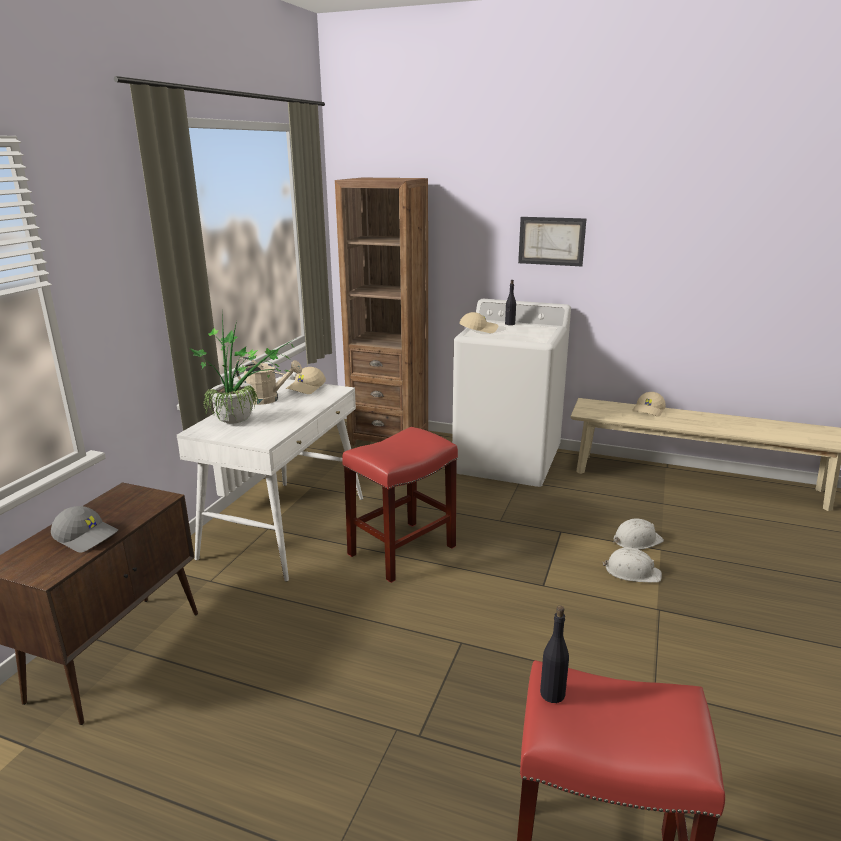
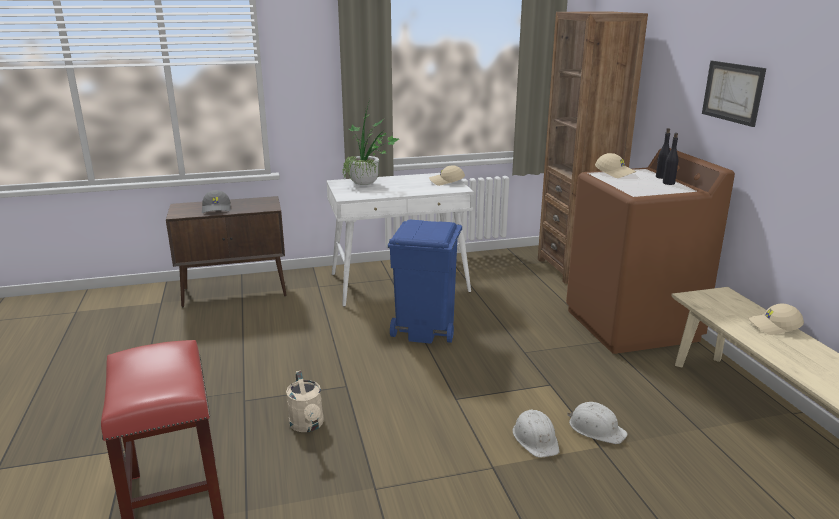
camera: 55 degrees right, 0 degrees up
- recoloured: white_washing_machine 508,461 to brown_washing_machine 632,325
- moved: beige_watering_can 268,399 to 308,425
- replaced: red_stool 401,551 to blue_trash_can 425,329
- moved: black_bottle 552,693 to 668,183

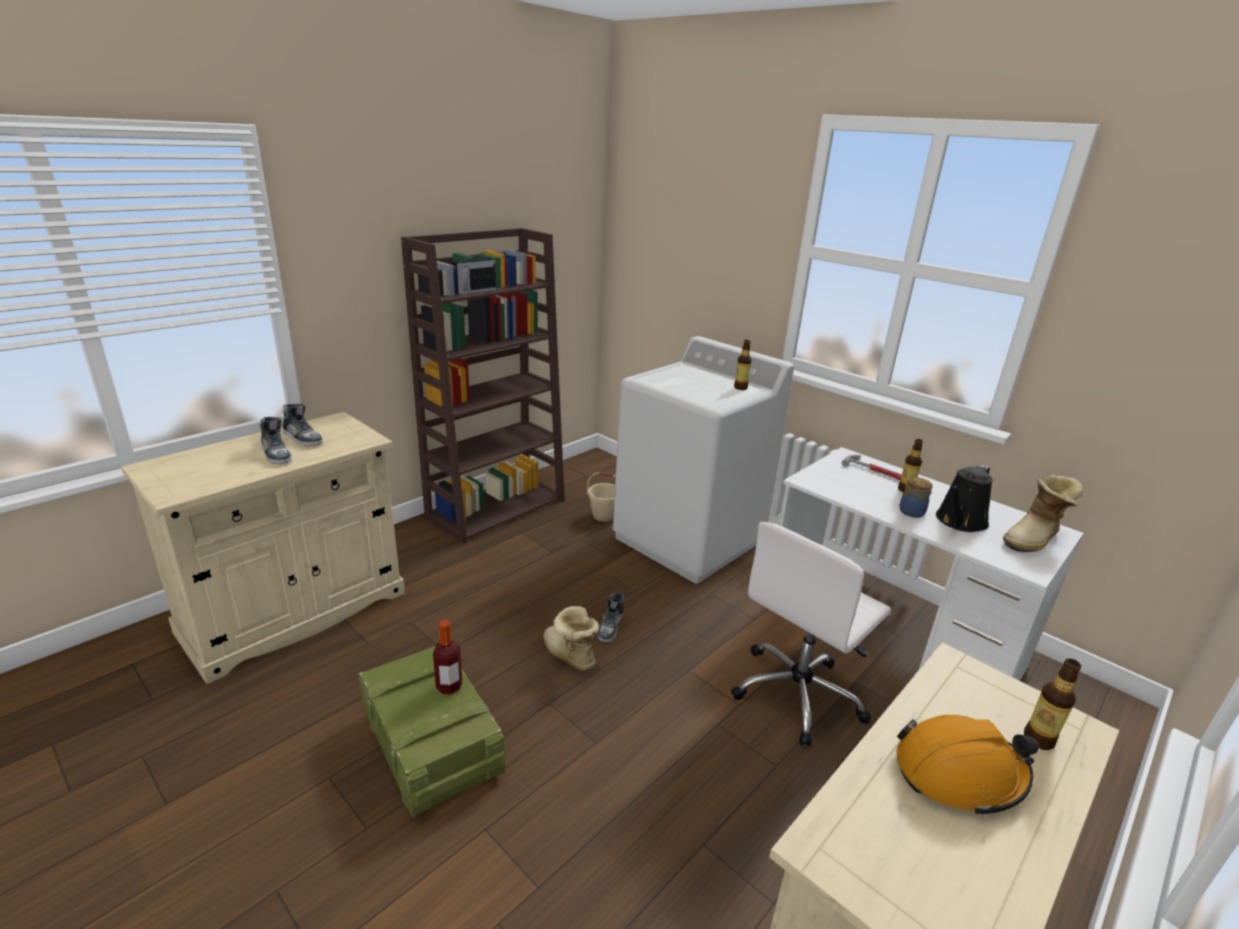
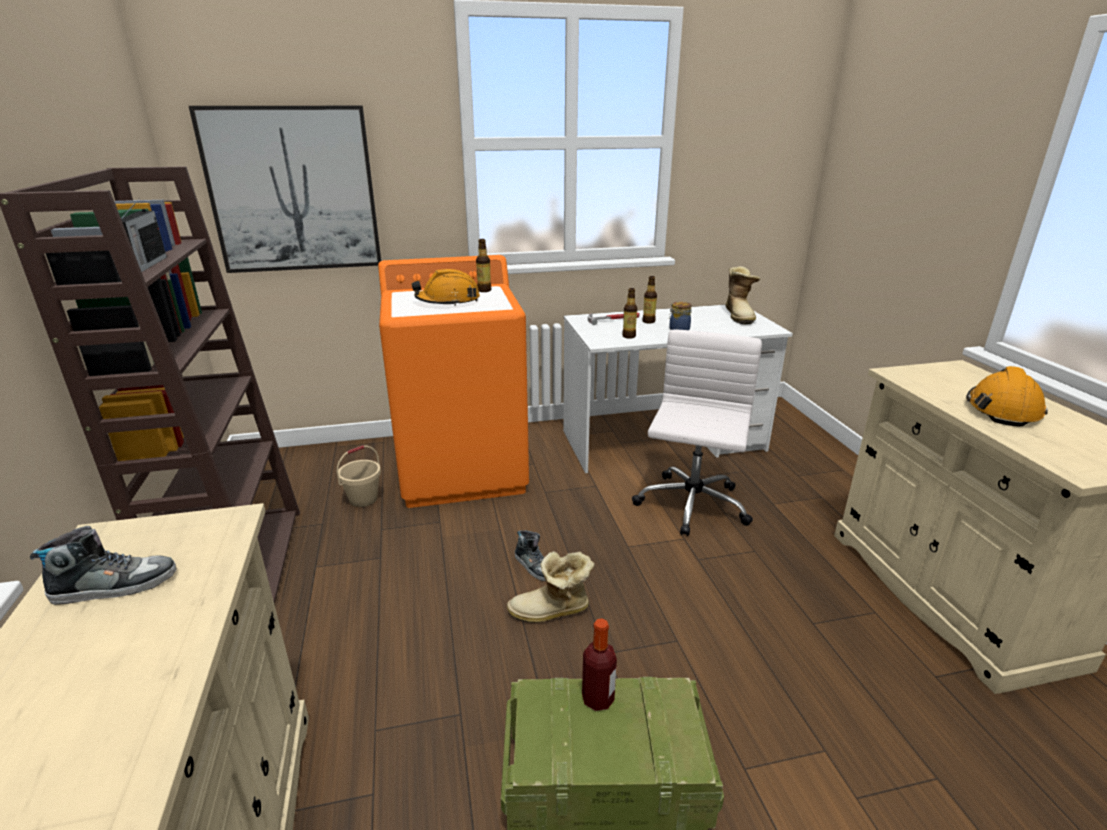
camera: 55 degrees left, 0 degrees up
- recoloured: white_washing_machine 689,540 to orange_washing_machine 462,469
- removed: shoe 276,454
- removed: black_watering_can 959,522
- turned: white_office_chair 798,693 = 691,506 150 degrees counterclockwise
- moved: bottle 1038,739 to 629,336
- added: picture 293,190
- added: orange_hard_hat 448,301

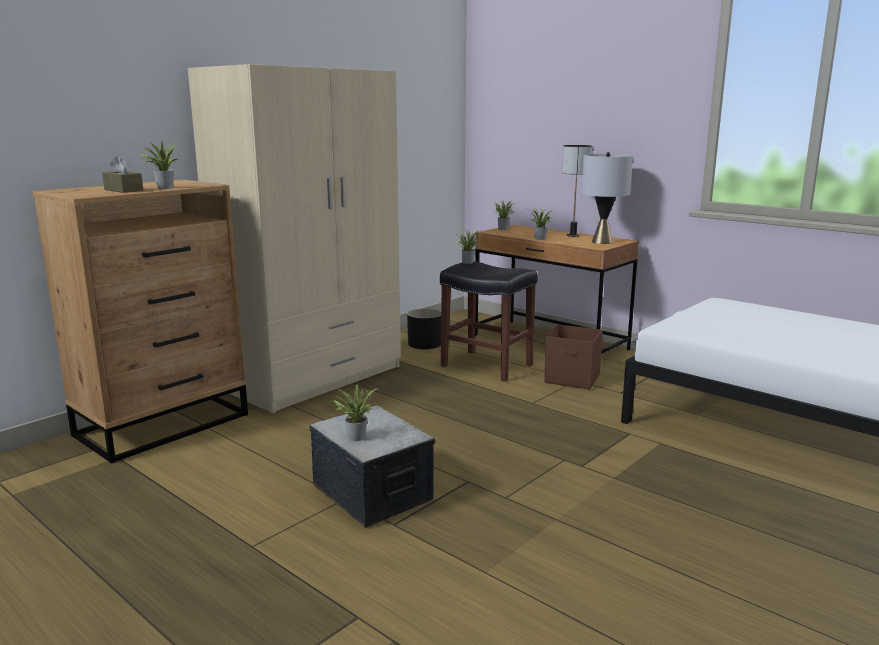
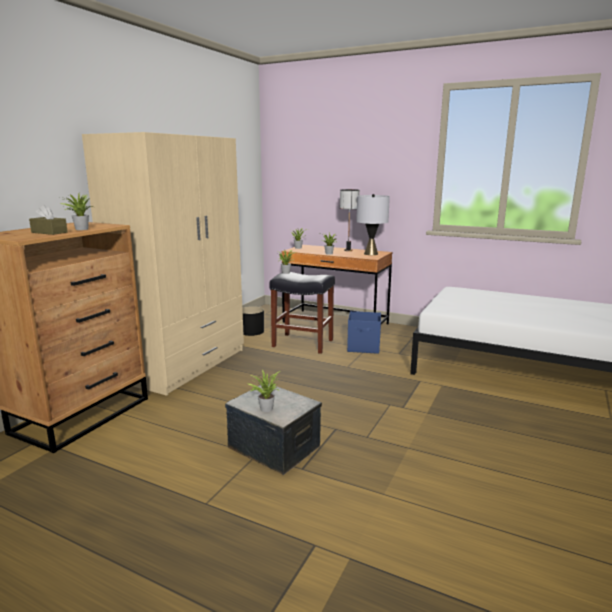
camera: 15 degrees left, 0 degrees up
- recoloured: brown_storage_box 573,379 to blue_storage_box 364,347

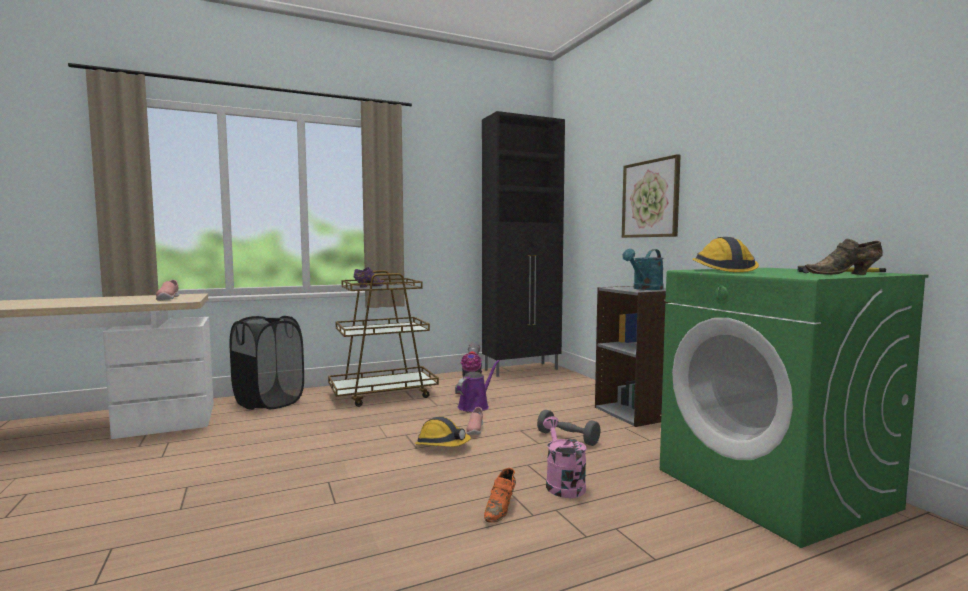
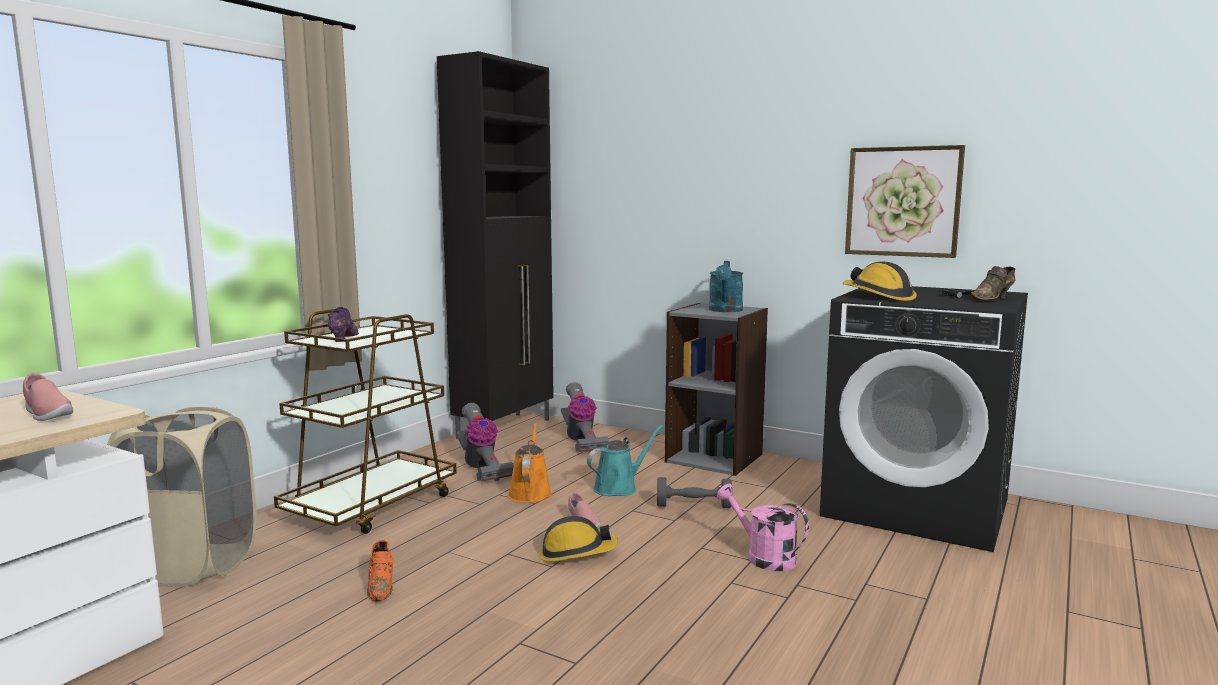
camera: 35 degrees left, 5 degrees up
- moved: picture 650,199 to 903,201
- recoloured: green_washing_machine 774,489 to black_washing_machine 917,507
- recoloured: black_laundry_basket 269,402 to beige_laundry_basket 192,565
- recoloured: purple_watering_can 475,406 to orange_watering_can 530,492
- moved: orange_shoe 501,509 to 381,586
- added: vacuum_cleaner 581,441
- added: turquoise_watering_can 619,487

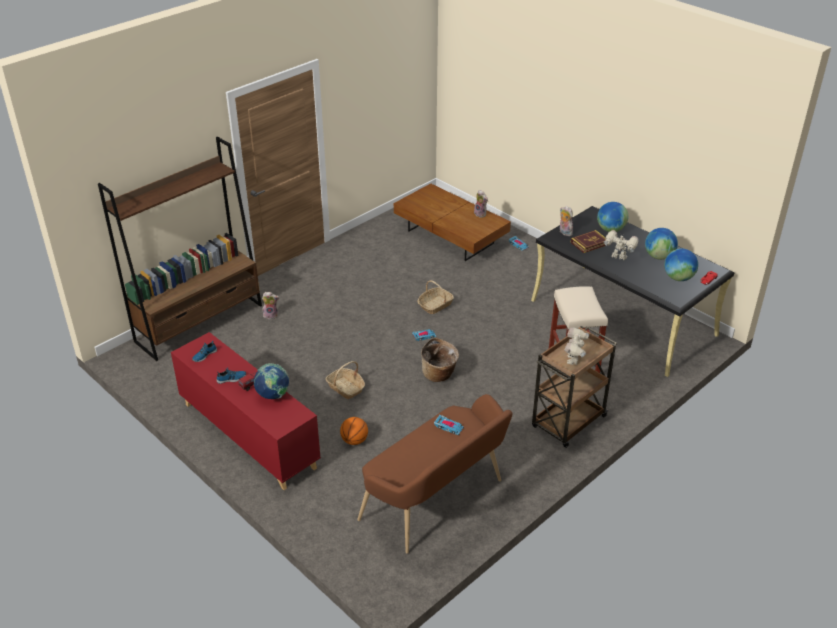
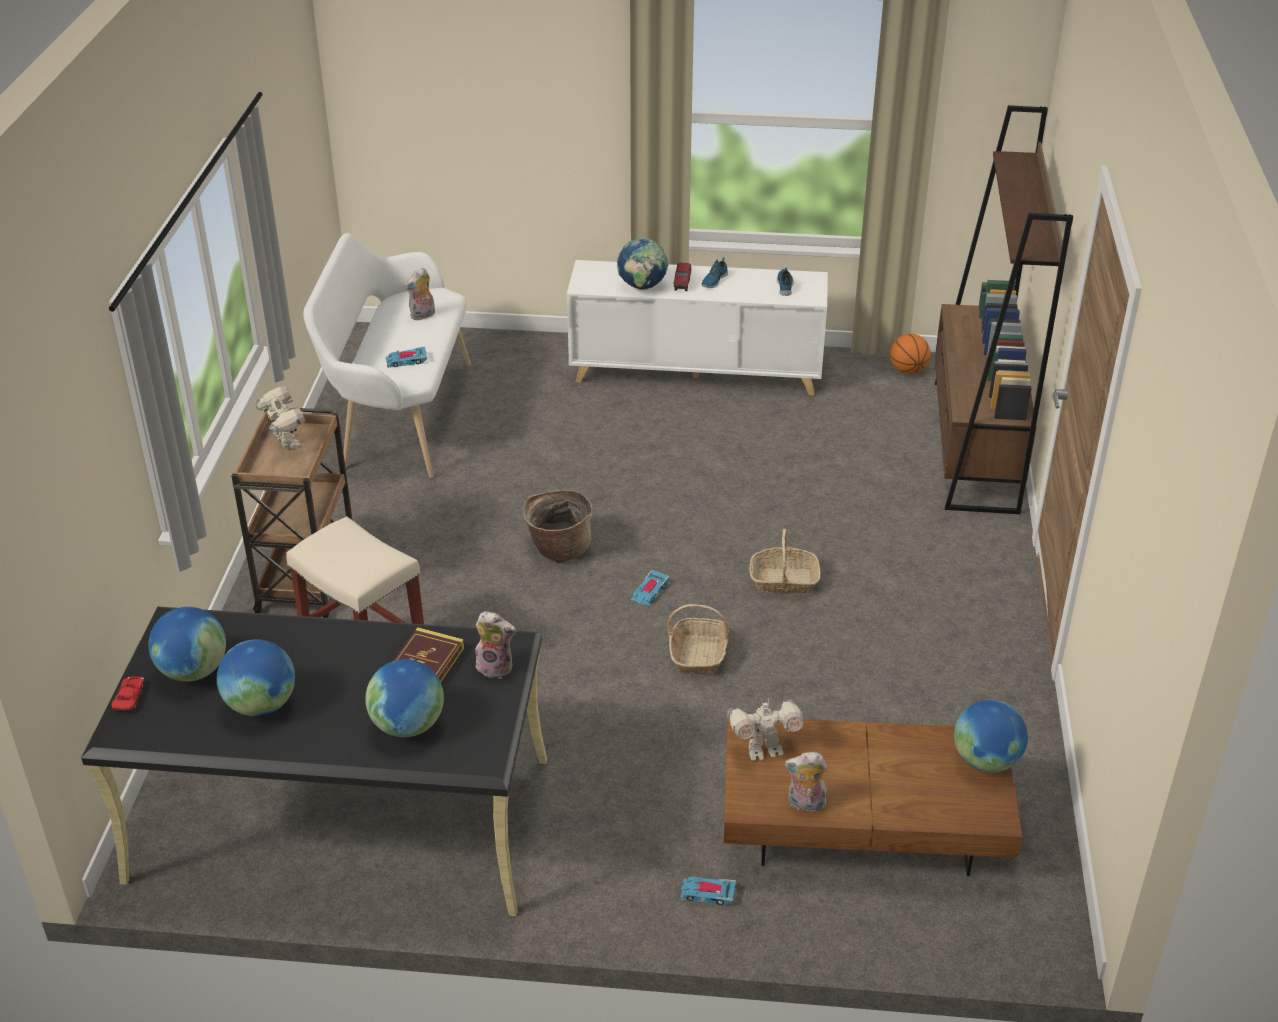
camera: 140 degrees right, 0 degrees up
- moved: toy_robot 618,258 to 763,750
- moved: plush_toy 271,315 to 423,316
- recoloured: red_cabinet 248,435 to white_cabinet 697,372
- moved: basket 345,388 to 783,581
- recoloured: brown_bench 437,502 to white_bench 399,416
- moved: basketball 354,440 to 908,370
- added: globe 985,761

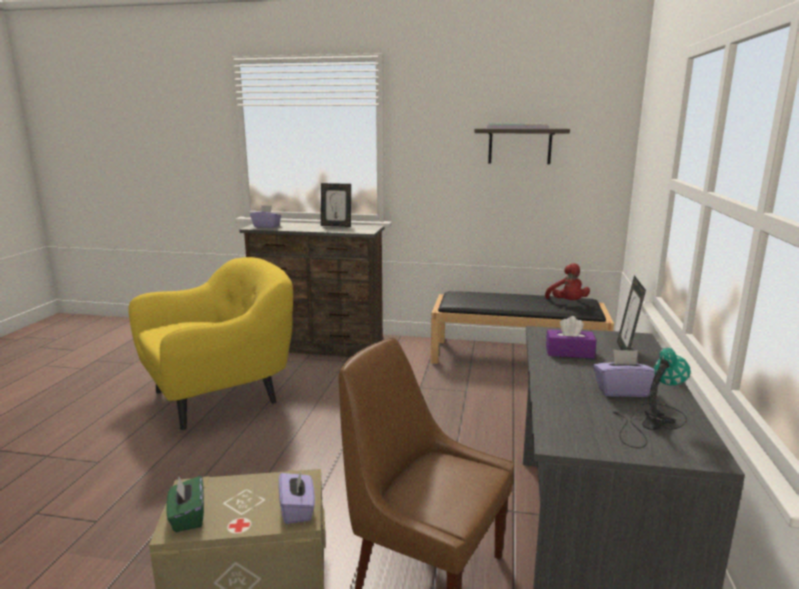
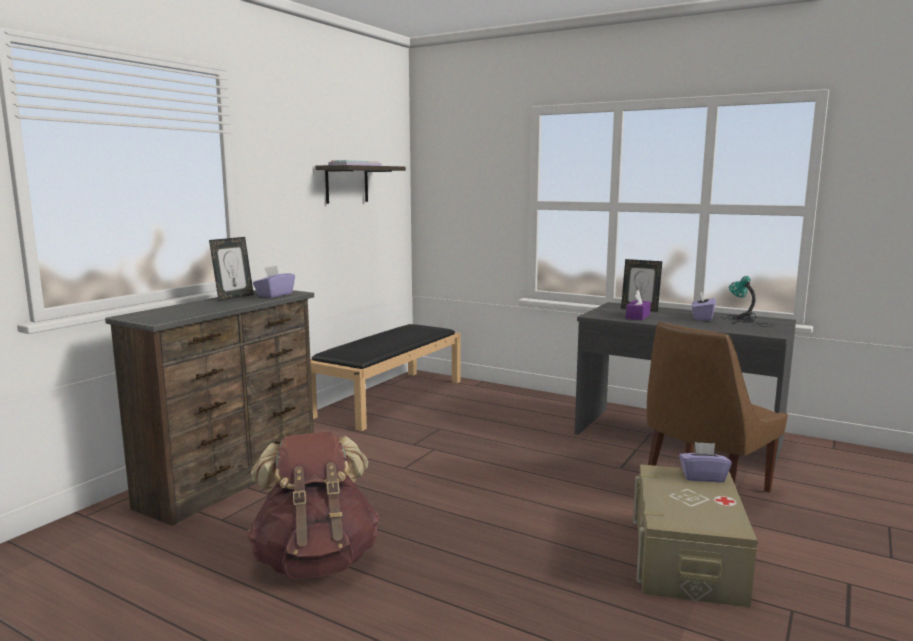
camera: 70 degrees left, 5 degrees down
- moved: purple_tissue_box 266,226 to 274,295
- replaced: yellow_armchair 220,396 to brown_backpack 316,560
- removed: red_plush_toy 567,303
- removed: green_tissue_box 187,517

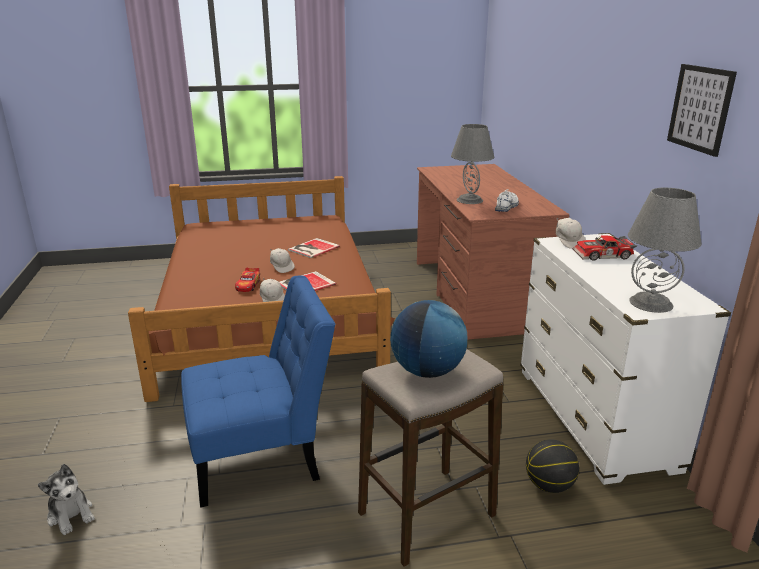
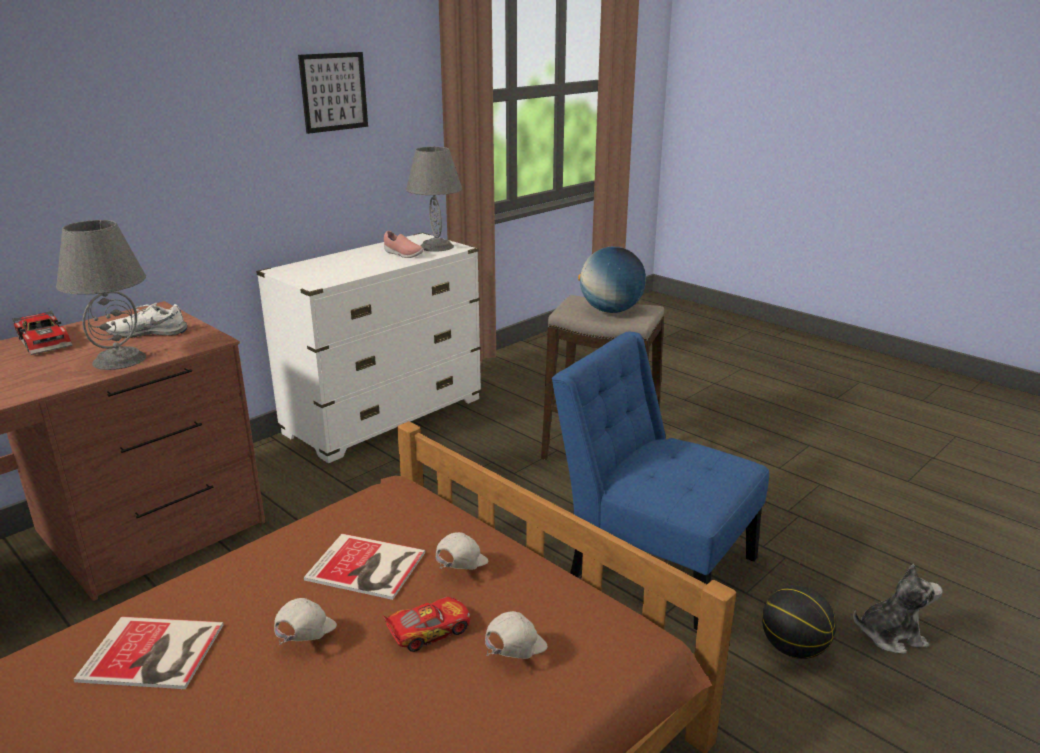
camera: 125 degrees left, 0 degrees up
- moved: white_cap 569,242 to 513,653
- moved: toy_car 603,255 to 46,341
- moved: basketball 549,485 to 793,648
- turned: plush_toy 71,515 = 890,635 75 degrees clockwise
- added: pink_shoe 403,254

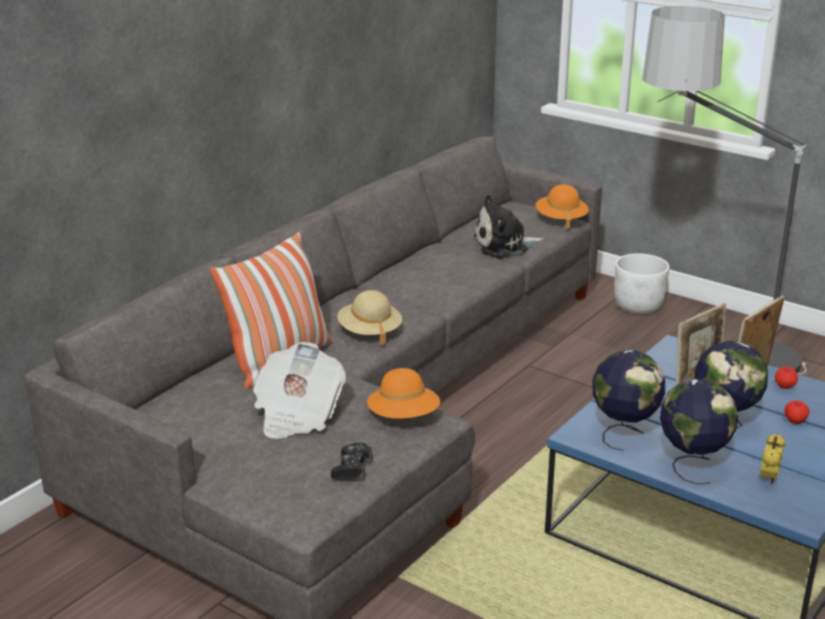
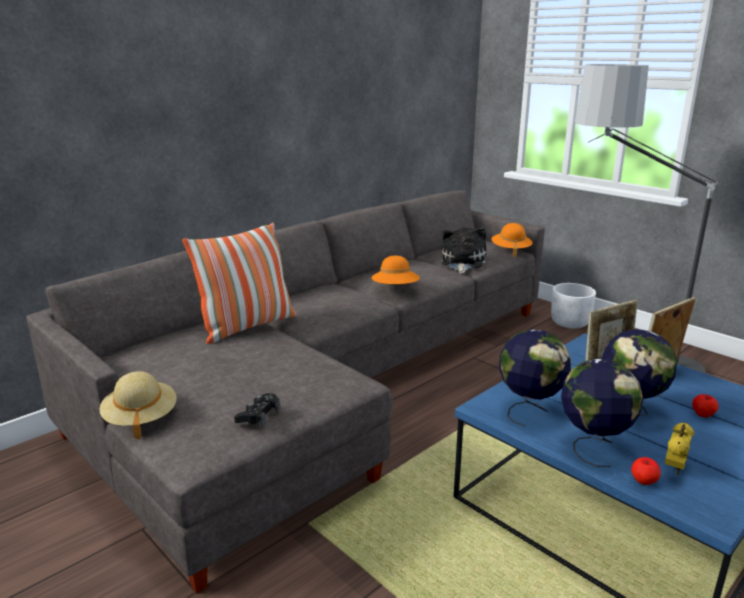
camera: 10 degrees right, 5 degrees down
- turned: plush_toy 504,244 = 462,263 105 degrees clockwise
- moved: beige_hat 369,332 to 141,418
- removed: newspaper 297,414
- moved: apple 785,386 to 644,481
- moved: orange_hat 403,417 to 395,289

